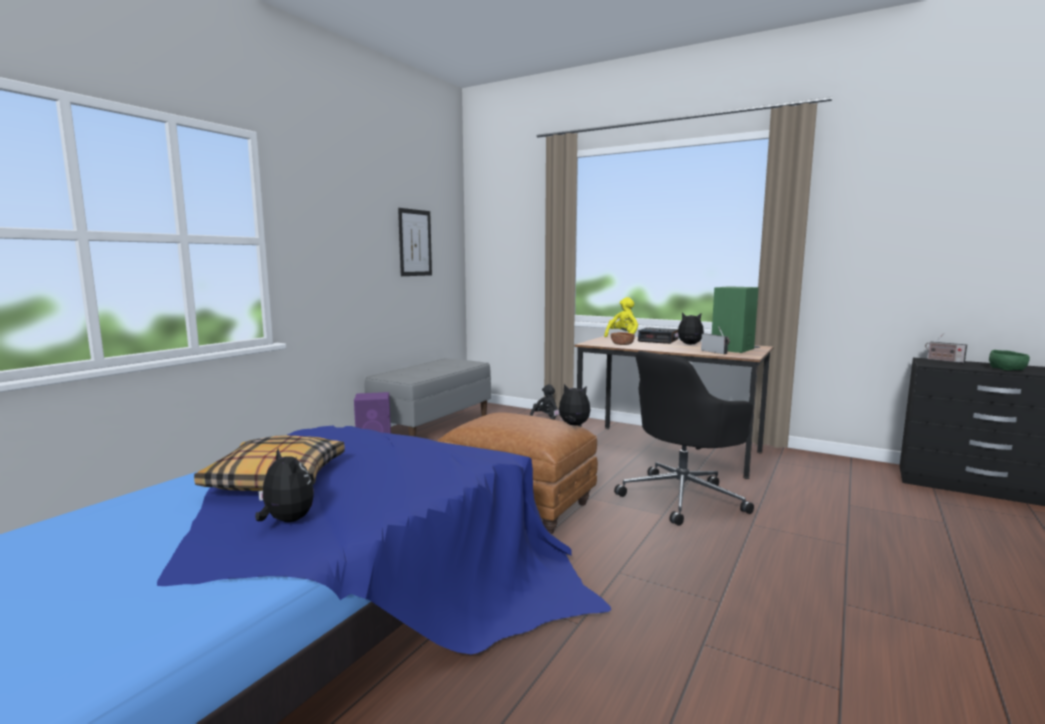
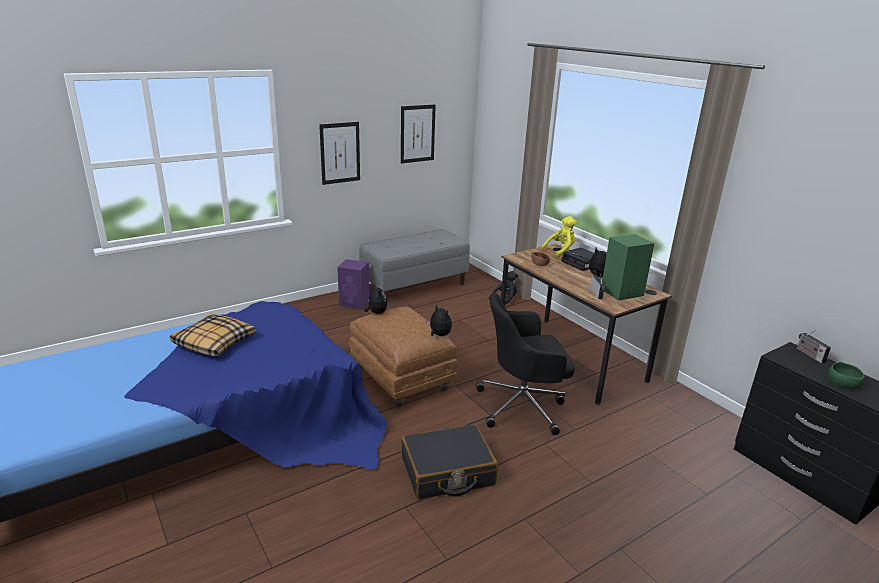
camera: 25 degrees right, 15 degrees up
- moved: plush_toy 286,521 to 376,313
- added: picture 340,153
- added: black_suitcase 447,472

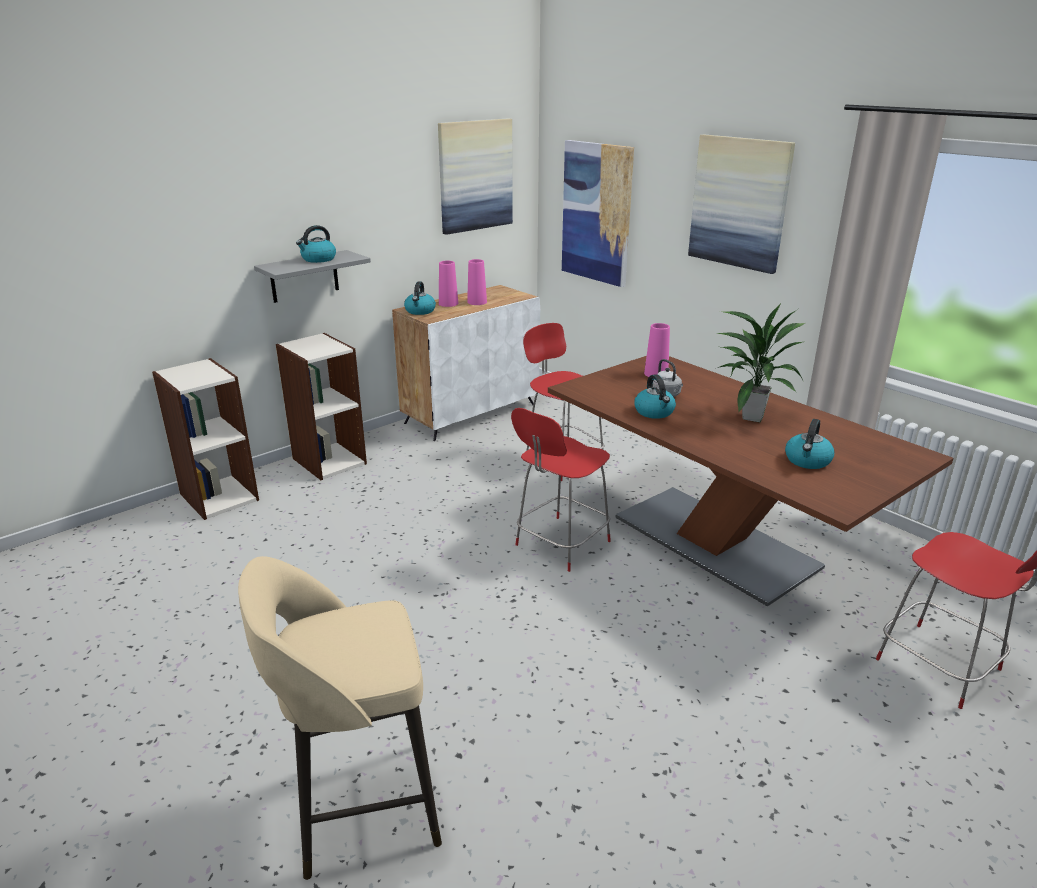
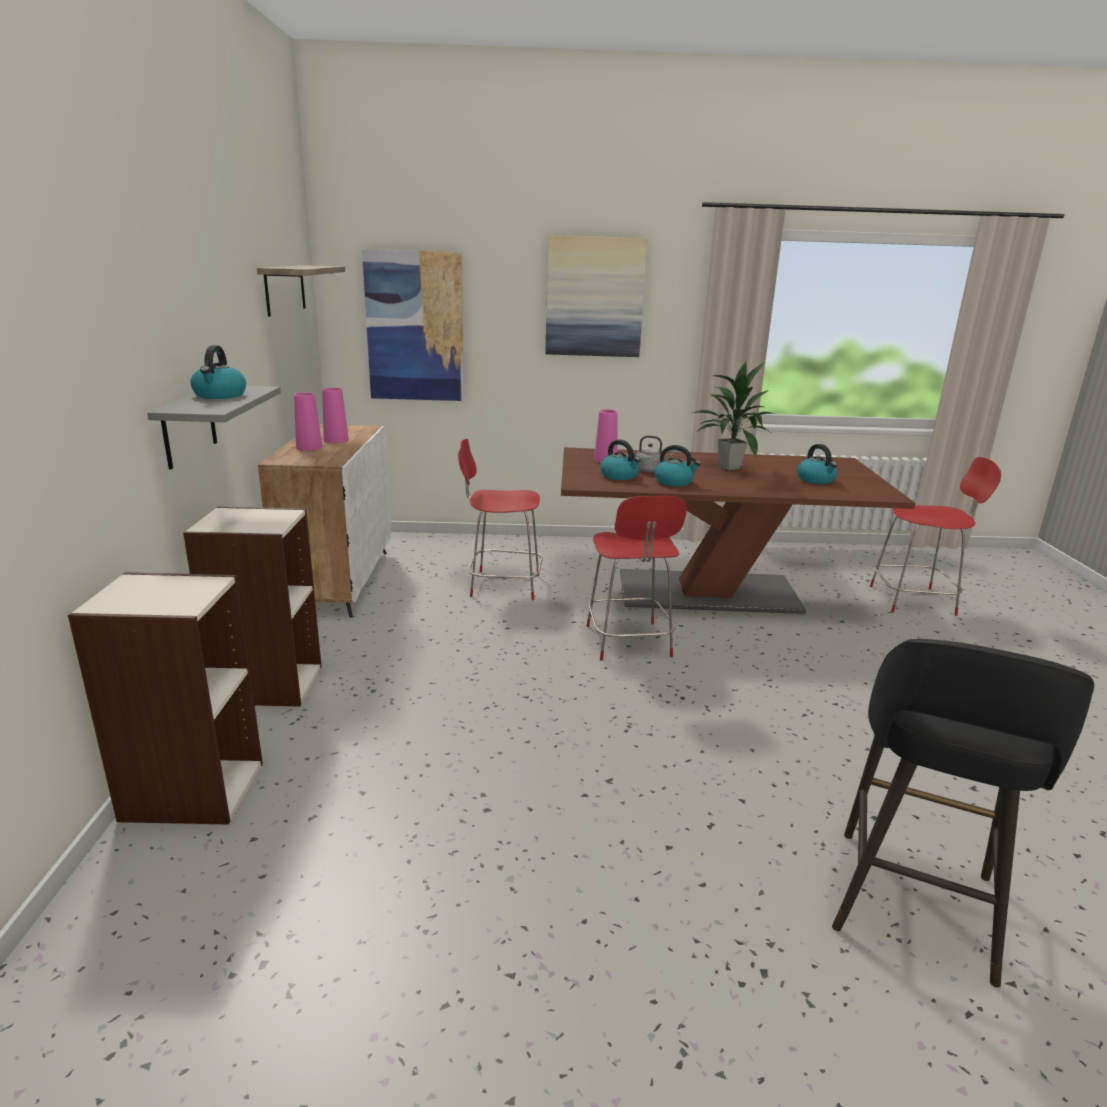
camera: 50 degrees left, 5 degrees down
- replaced: picture 475,175 to shelf 285,289
- moved: kettle 420,311 to 620,476
- recoloured: beige_stool 361,807 to black_stool 912,907

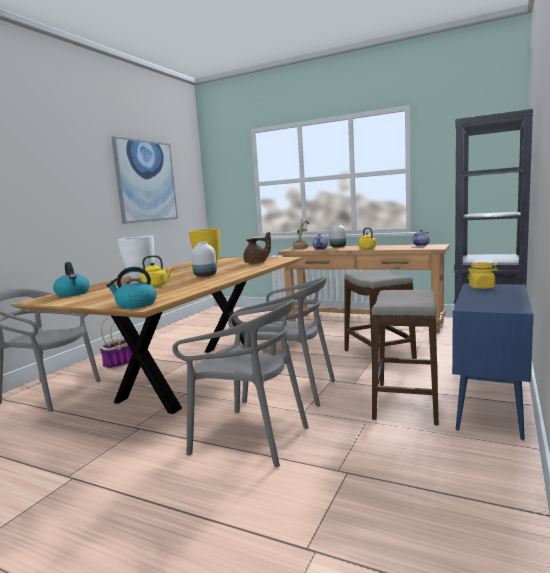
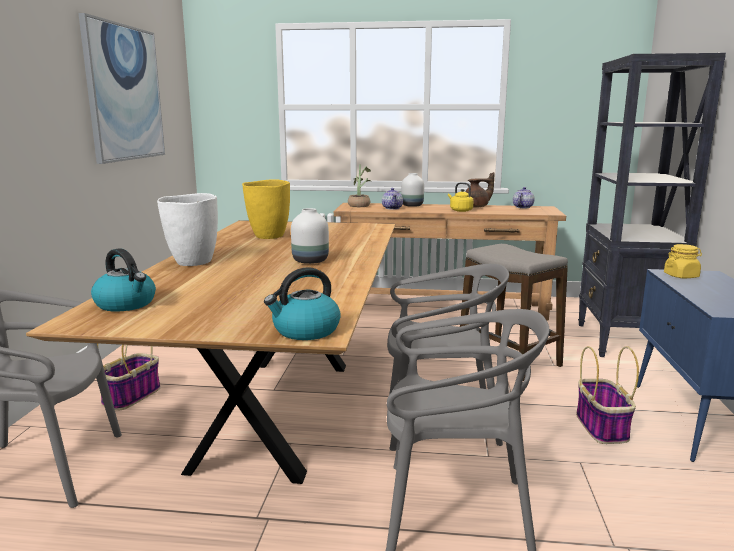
camera: 20 degrees left, 5 degrees up
- moved: brown_teapot 256,263 to 476,207
- removed: yellow_kettle 156,286
- replaced: stool 406,403 to basket 602,427

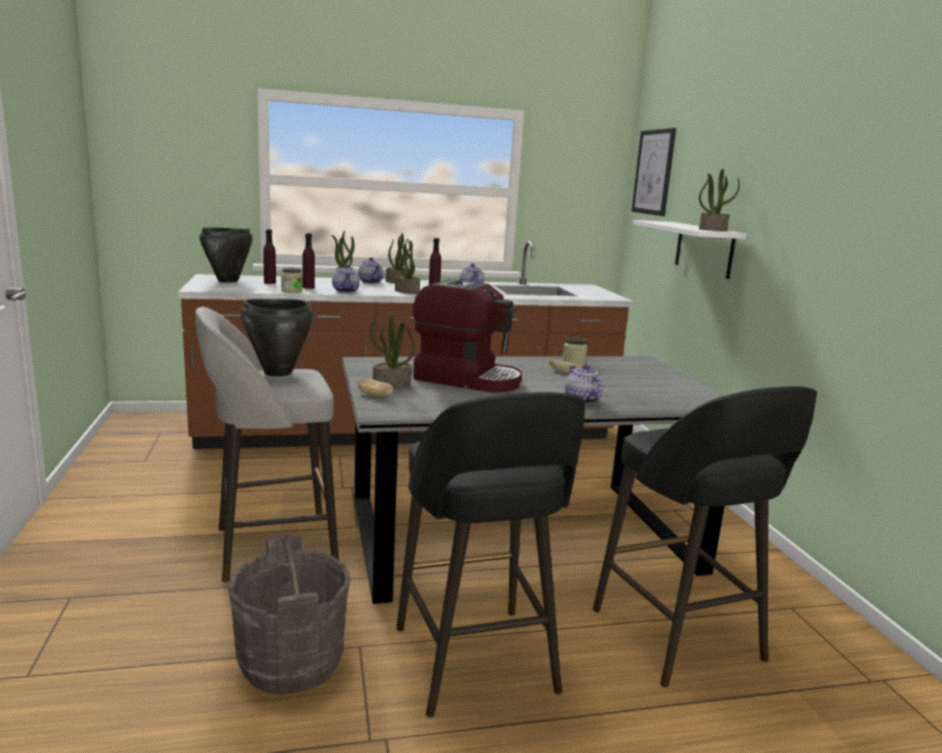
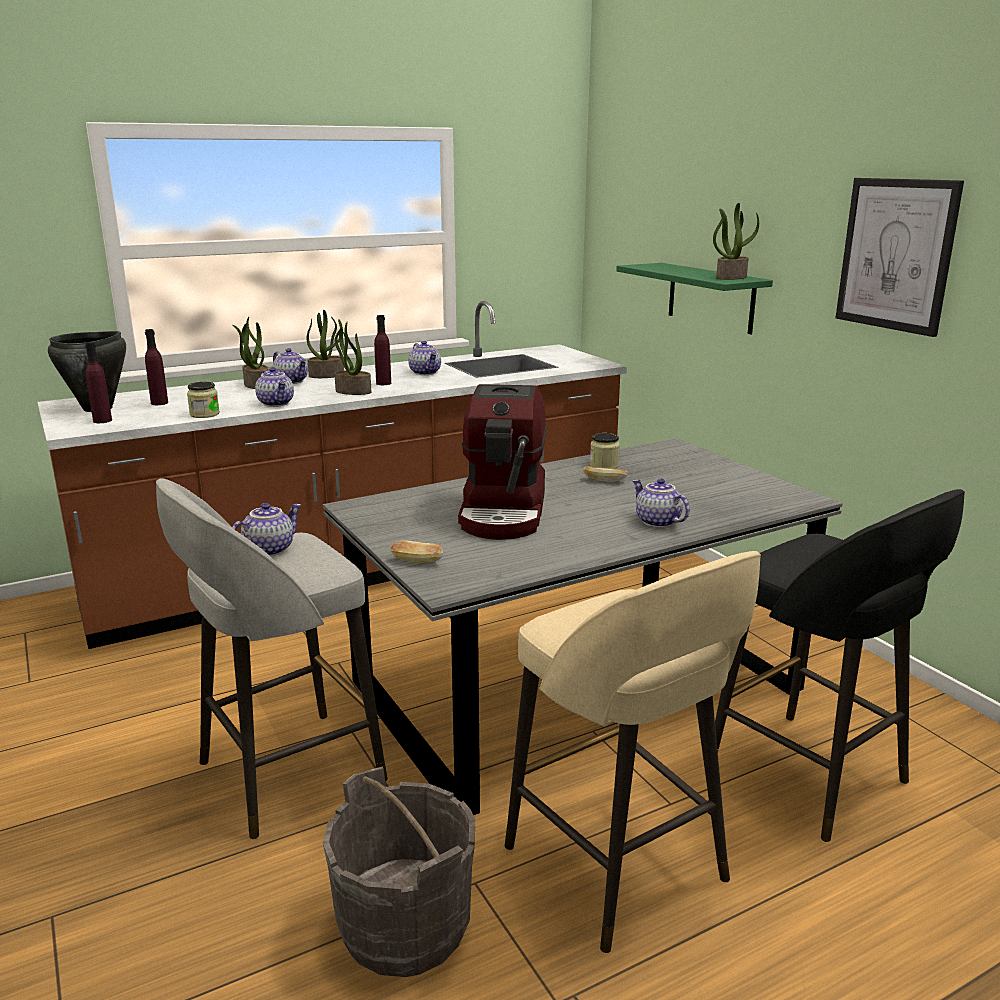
camera: 15 degrees left, 5 degrees up
- moved: picture 654,172 to 896,255
- recoloured: white_shelf 704,249 to green_shelf 710,297
- moved: purple_bottle 308,287 to 102,420
- turned: coffee_machine 467,379 = 504,512 90 degrees clockwise
- replaced: black_cooking_pot 277,373 to teapot 269,549
- removed: potted_plant 391,384
- recoloured: black_stool 476,663 to beige_stool 619,868

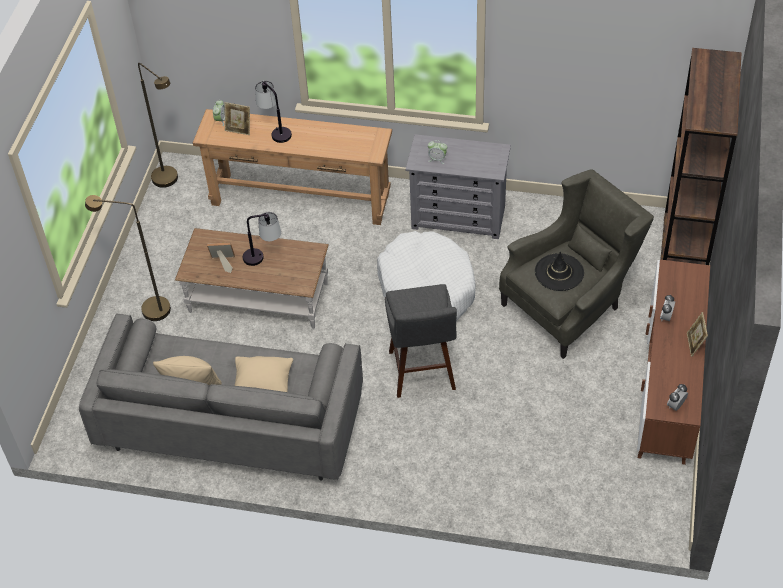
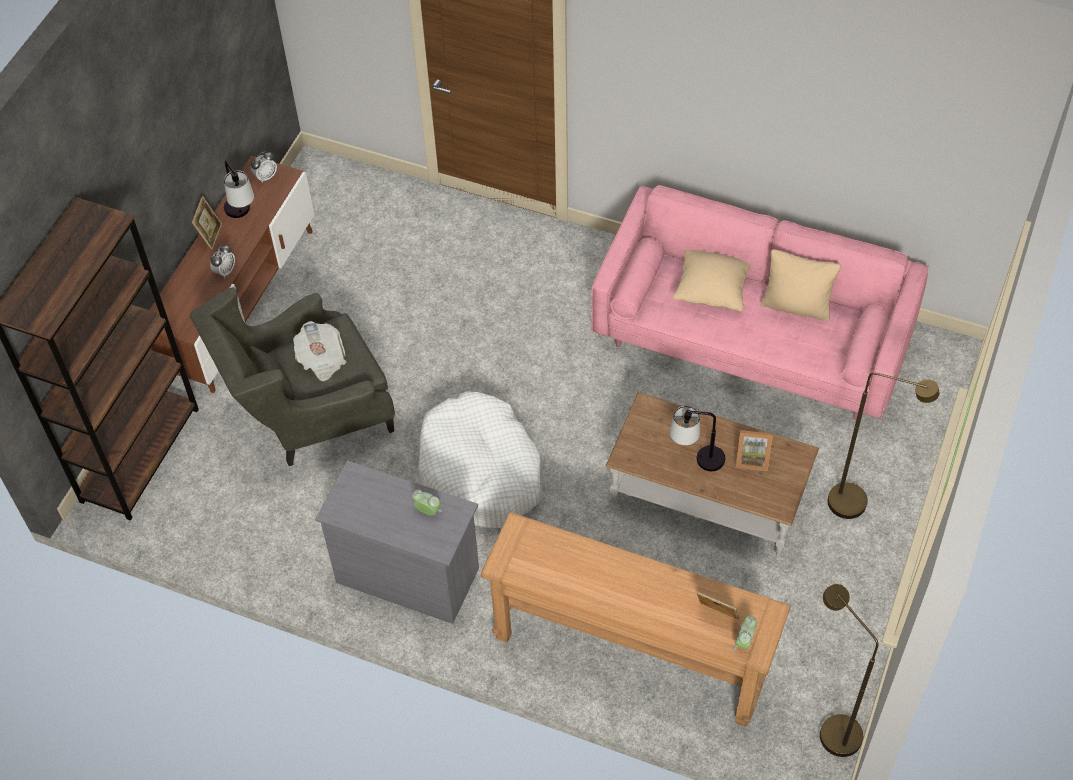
camera: 170 degrees left, 5 degrees up
- moved: table_lamp 275,131 to 242,216
- replaced: black_hat 559,272 to newspaper 321,359
- removed: grey_stool 422,373
- recoloured: grey_sofa 231,423 to pink_sofa 752,337

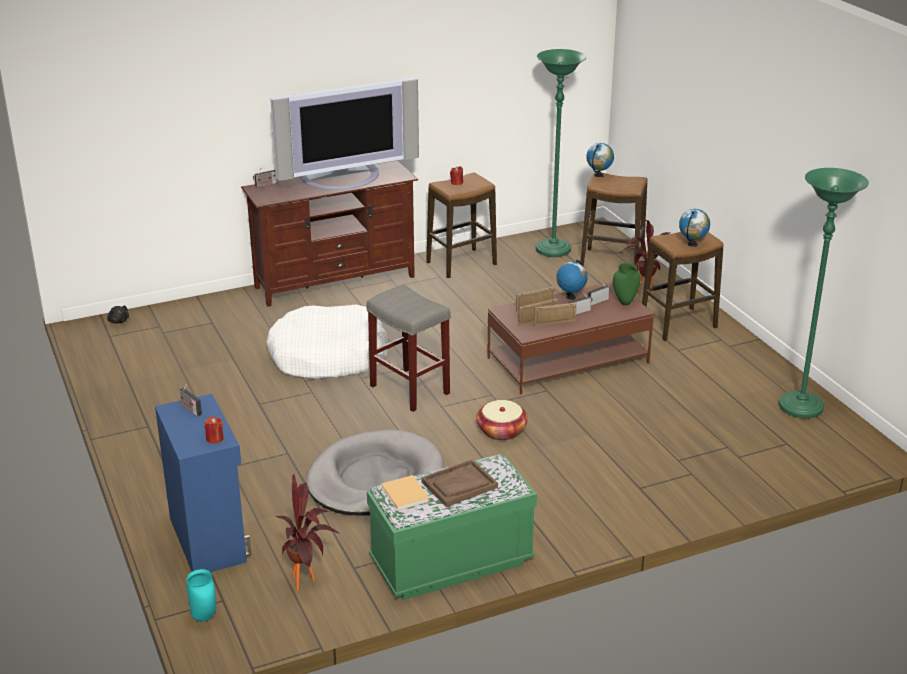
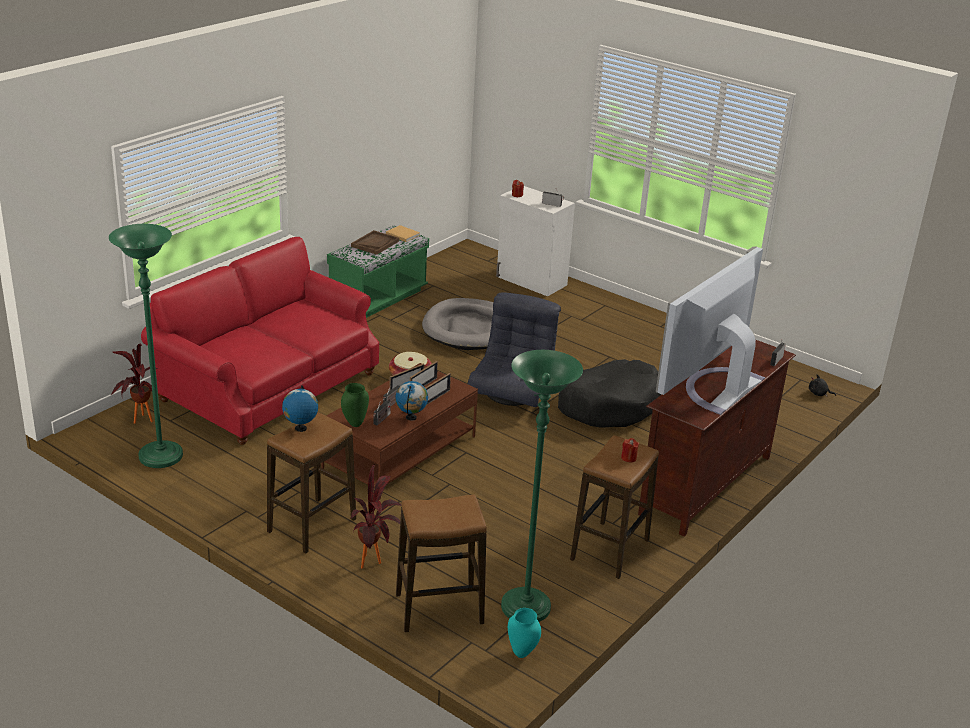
camera: 150 degrees right, 0 degrees up
- removed: globe 599,175
- replaced: grey_stool 408,389 to grey_armchair 512,393
- recoloured: white_dog_bed 328,356 to black_dog_bed 609,405
- recoloured: blue_cabinet 209,539 to white_cabinet 531,281
- moved: potted_plant 308,580 to 139,422
- moved: turquoise_vase 205,617 to 521,654
- added: red_sofa 269,386

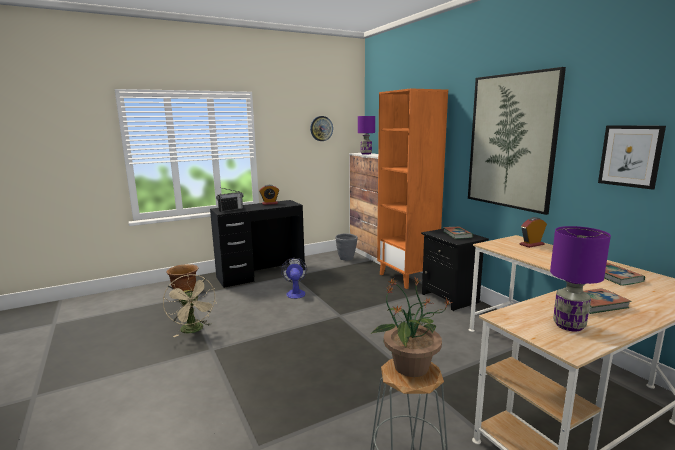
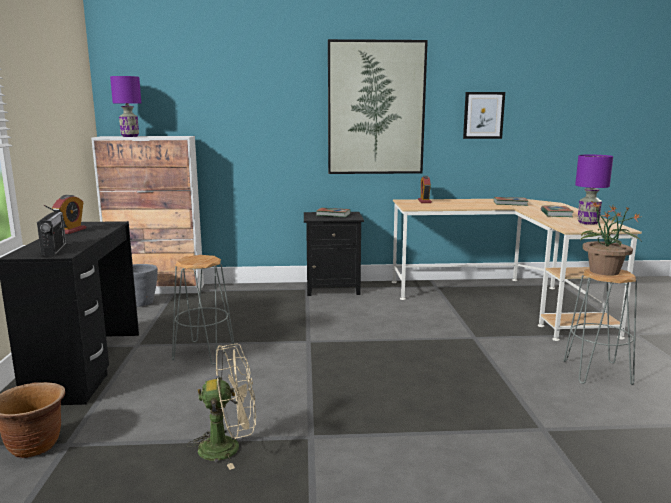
camera: 65 degrees left, 0 degrees up
- removed: orange_bookcase 407,277
- removed: wall_clock 321,128
- replaced: fan 295,293 to grey_stool 204,353

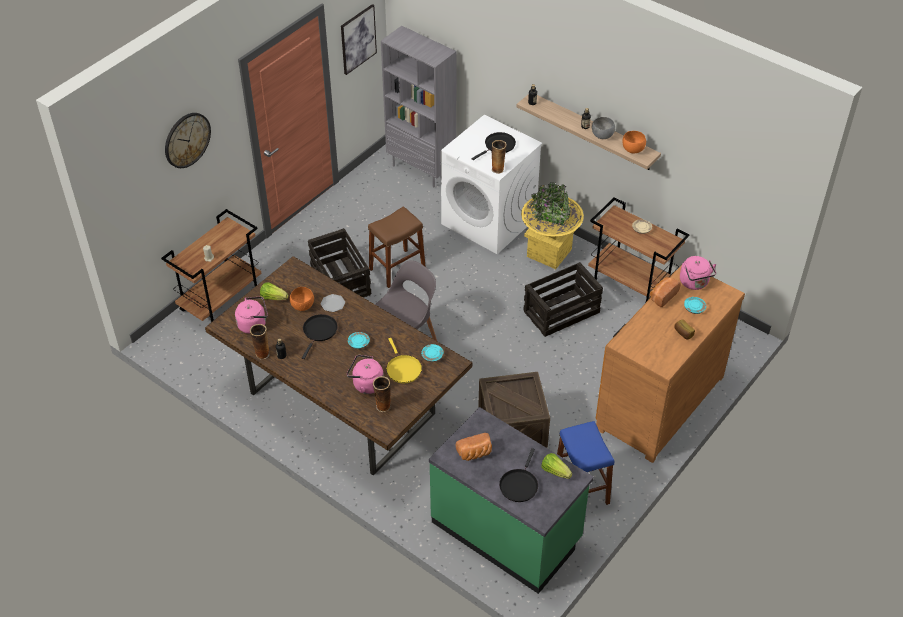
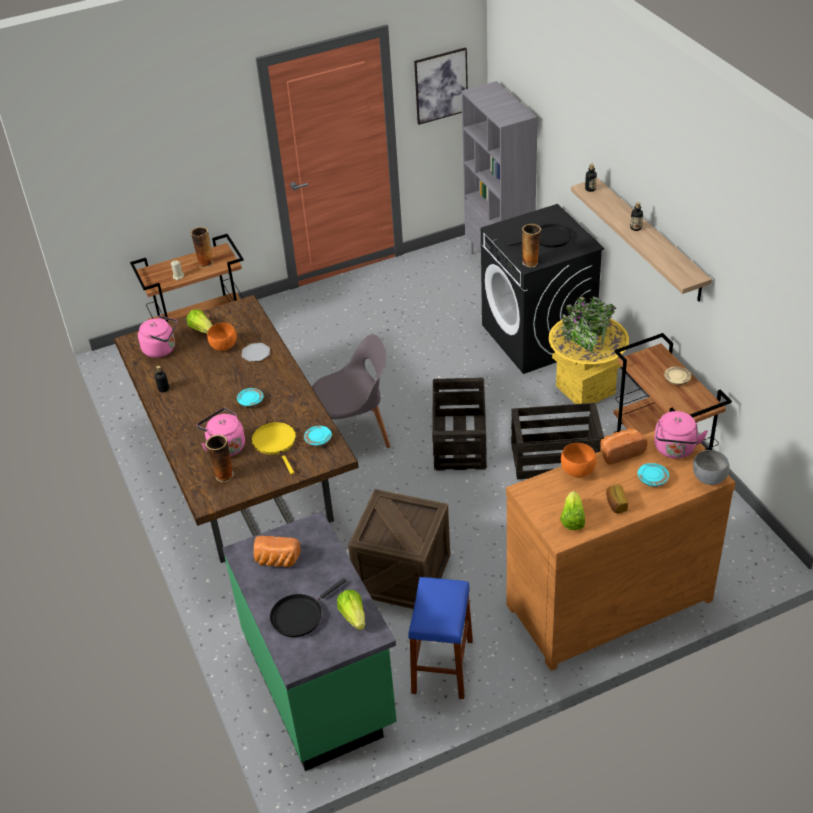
camera: 30 degrees right, 5 degrees down
- removed: wall_clock 187,140
- recoloured: white_washing_machine 489,221 to black_washing_machine 538,337
- moved: grey_bowl 602,136 to 708,478
- moved: orange_bowl 632,150 to 577,470
- removed: brown_stool 397,268
- moved: crate 340,280 to 459,440
- removed: black_frying_pan 319,332
- moved: vase 262,354 to 205,262
- turned: yellow_frying_pan 402,369 = 276,443 150 degrees clockwise
- added: lettuce 572,519

